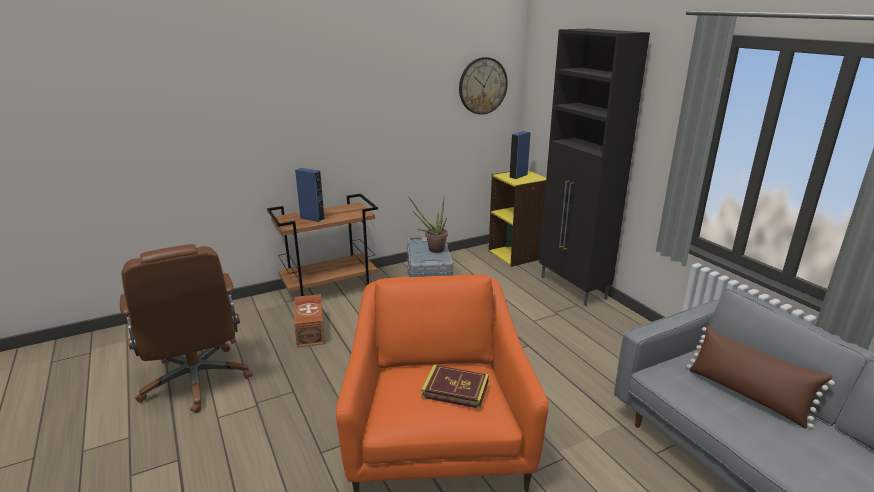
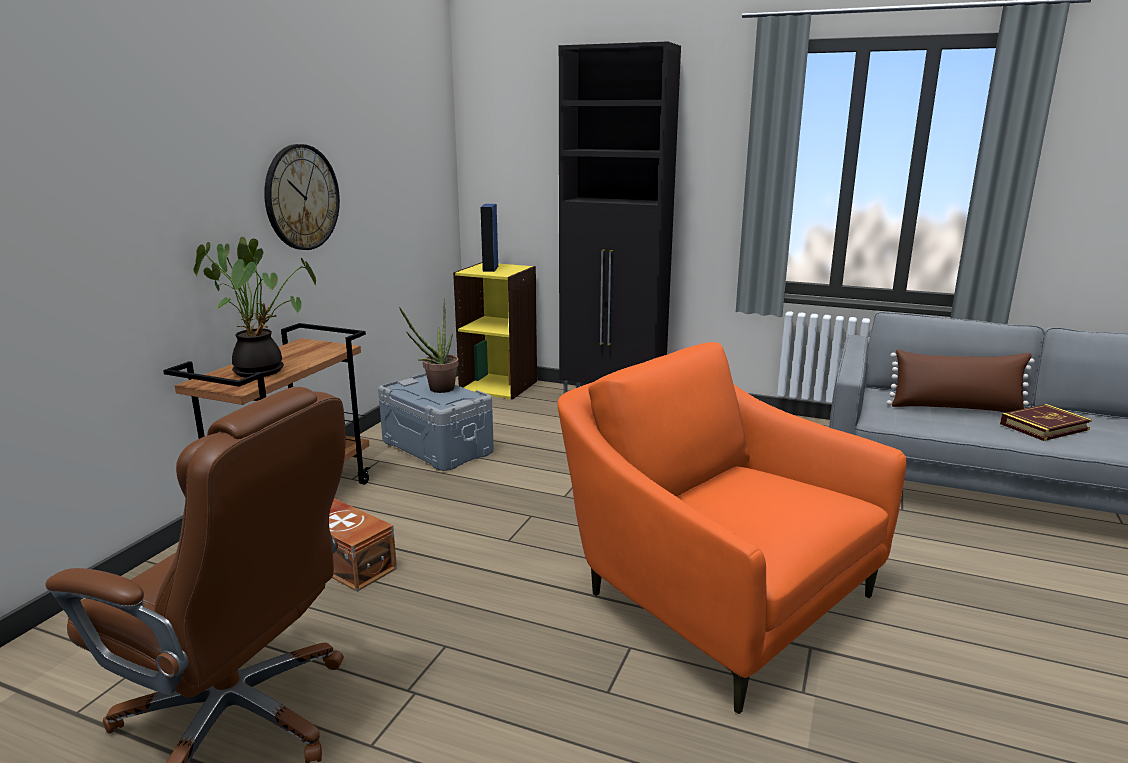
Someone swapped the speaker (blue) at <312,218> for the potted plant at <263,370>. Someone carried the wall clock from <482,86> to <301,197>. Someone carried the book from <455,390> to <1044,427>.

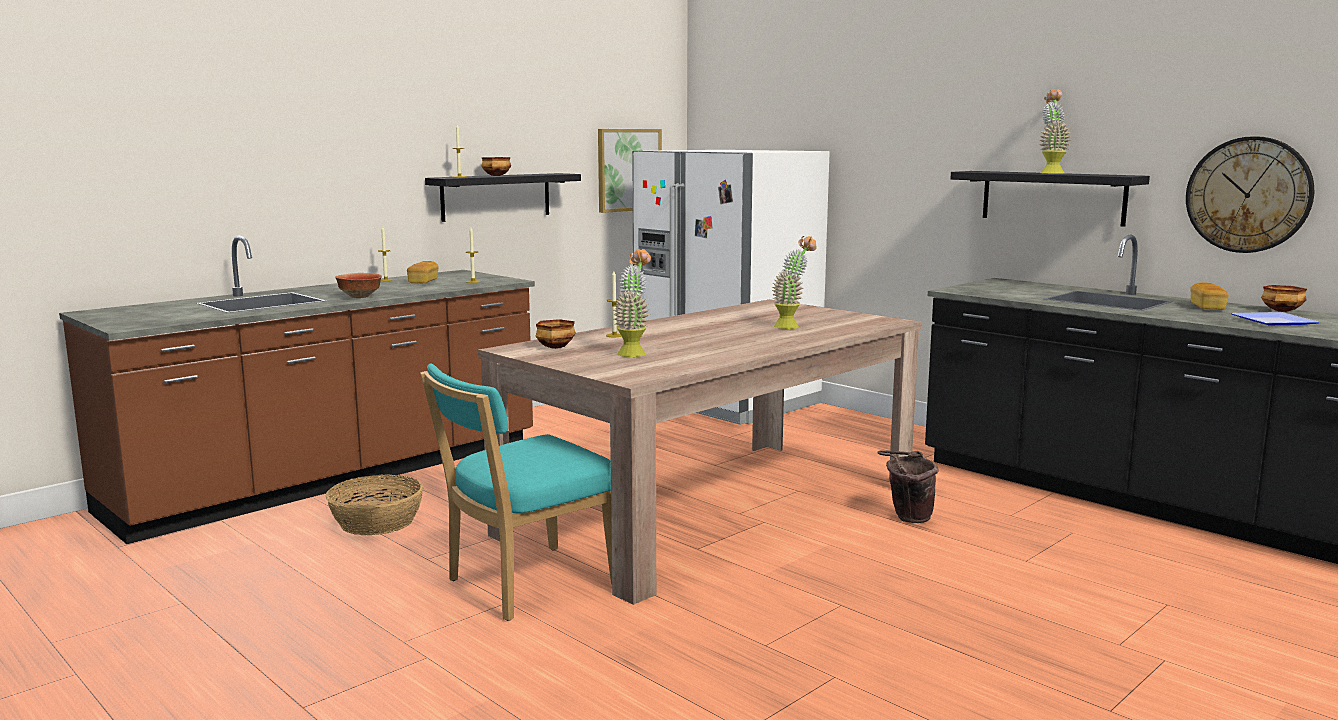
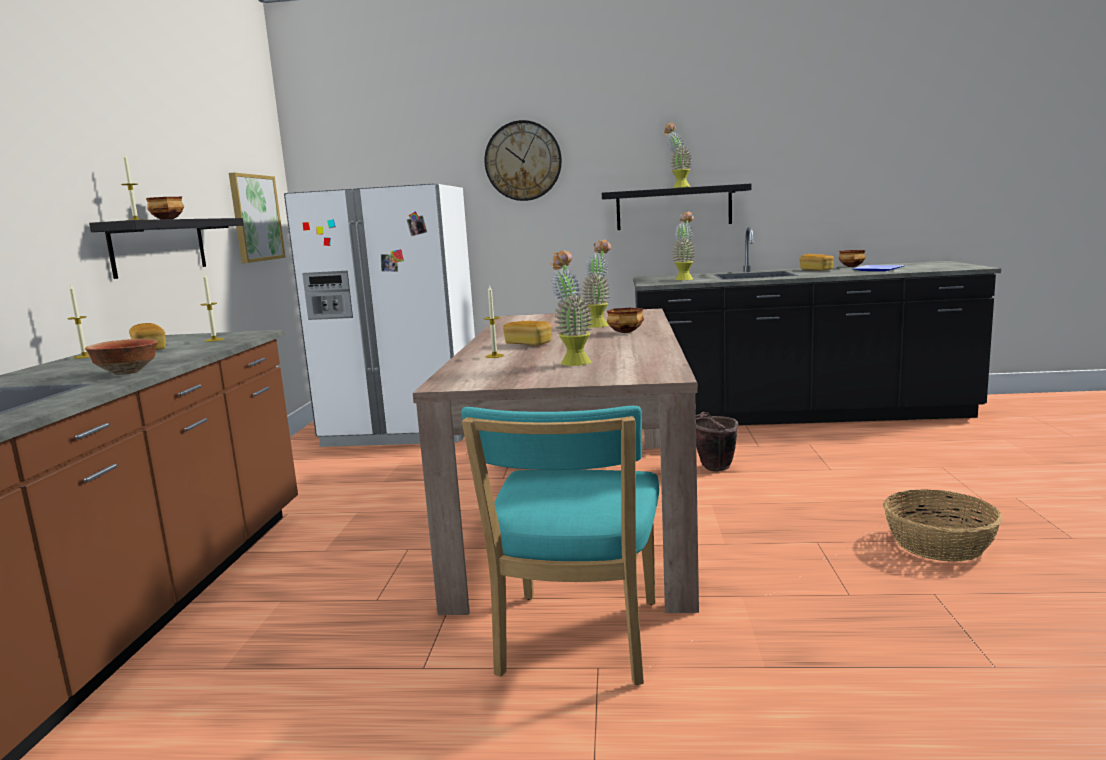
Someone carried the wall clock from <1248,195> to <523,161>. Someone put down the bread at <528,344>. Someone carried the bowl from <555,347> to <626,332>. Someone put down the potted plant at <685,279>. Someone carried the basket from <376,522> to <939,544>.

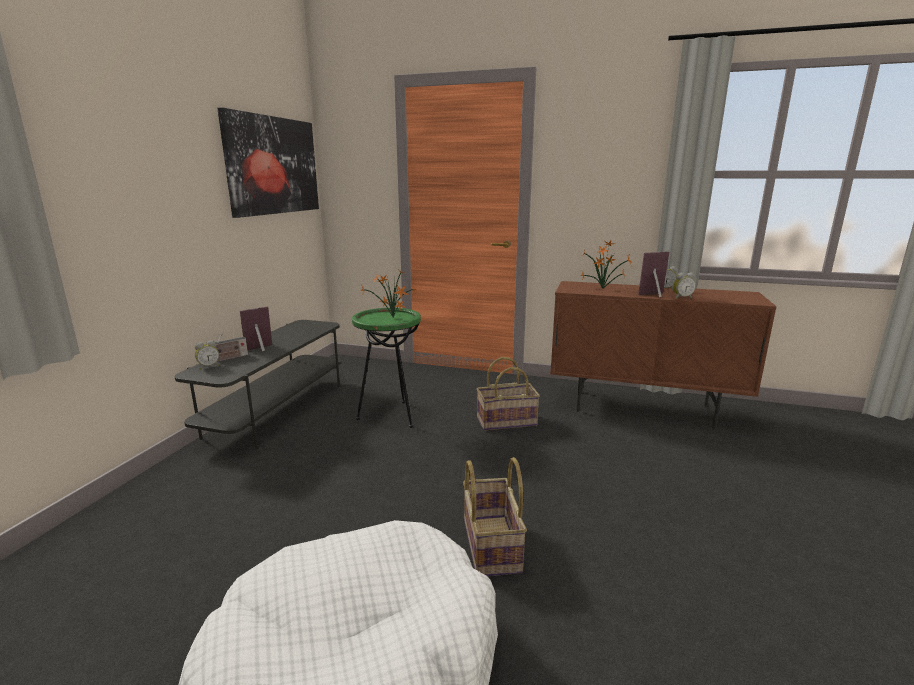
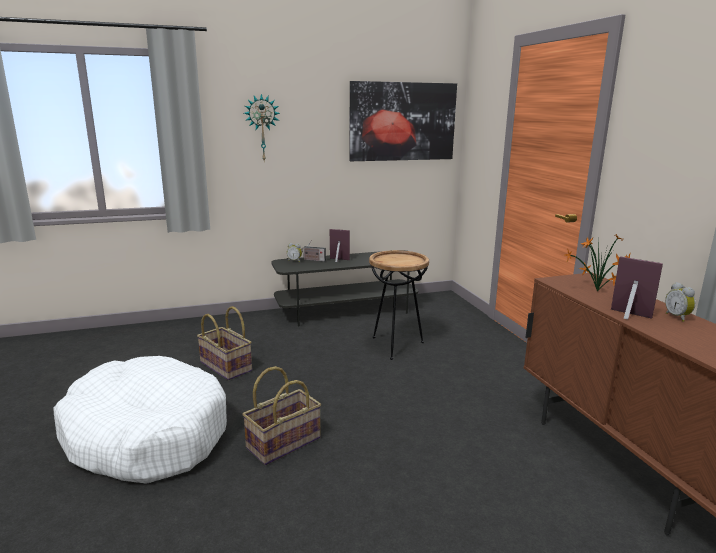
Someone carried the basket from <506,421> to <227,366>. Someone put up the wall clock at <262,128>. Someone repainted the side table (green) at <390,416>, which became the side table (brown) at <395,346>. Someone took away the potted plant at <393,318>. Someone took away the alarm clock at <681,298>.

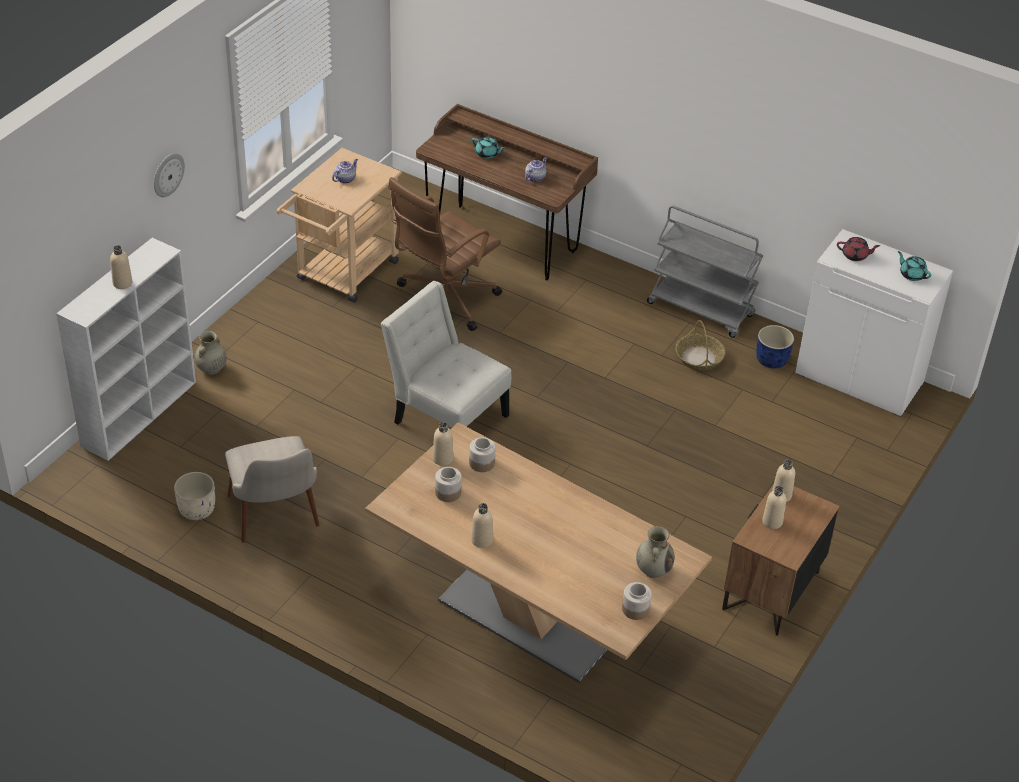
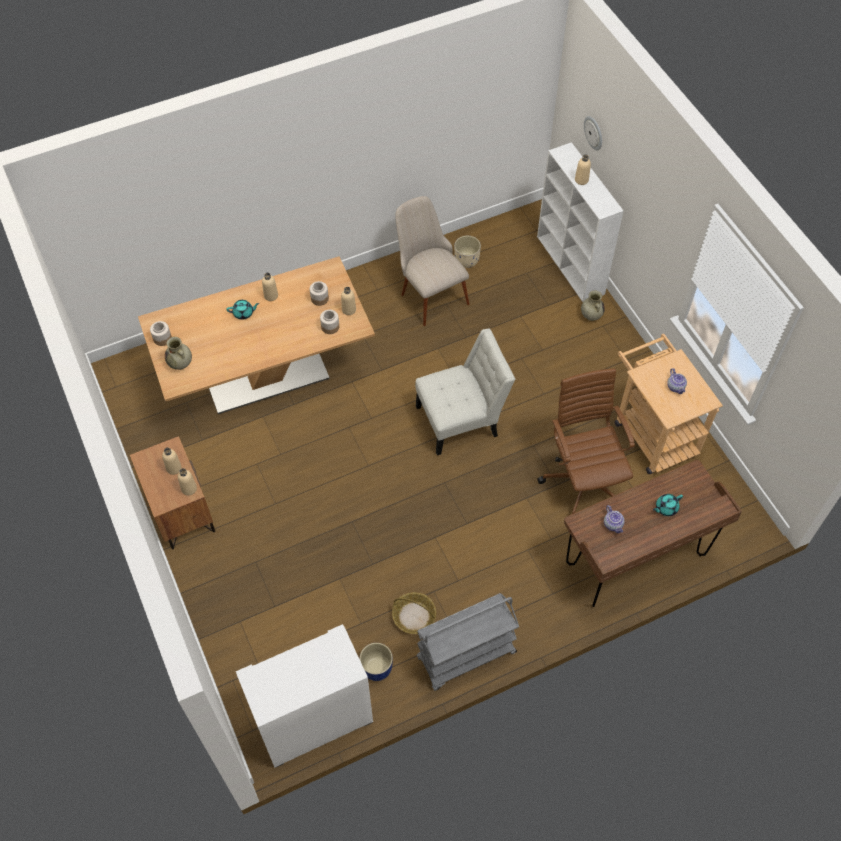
Someone carried the teapot (turquoise) from <912,274> to <244,313>. Someone rotated the chair (beige) at <277,522> by 45 degrees clockwise. Someone carried the wall clock from <167,174> to <594,132>. Someone took away the teapot (red) at <855,255>.

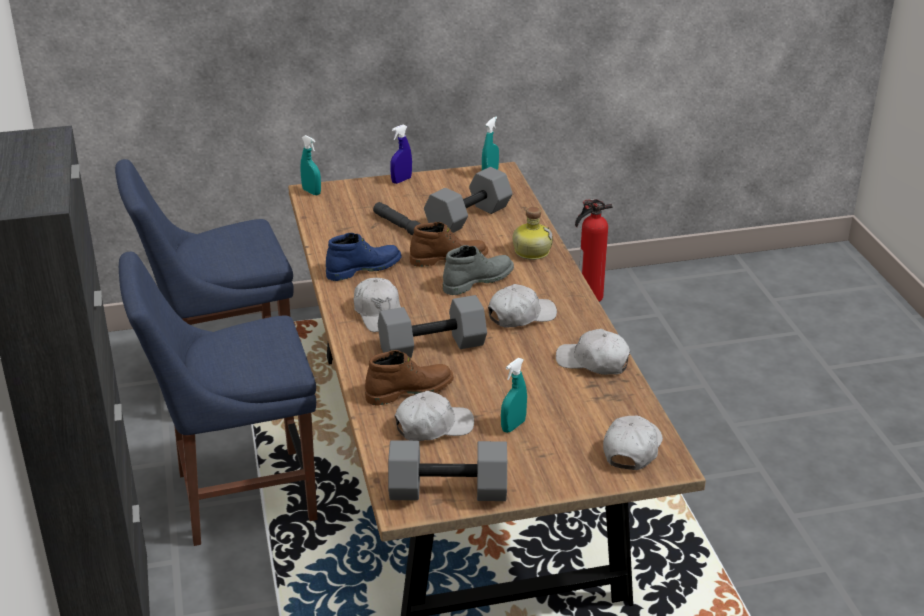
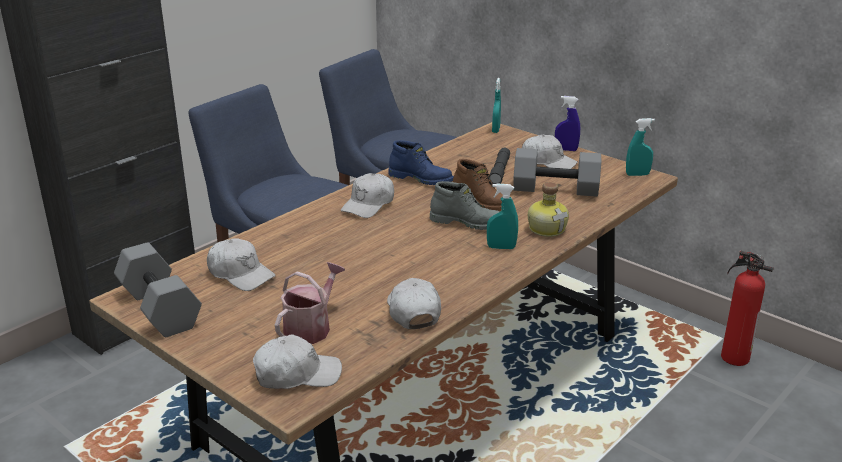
Someone put down the watering can at <311,327>. Someone carried the spray bottle (turquoise) from <513,426> to <501,247>. Someone carried the cap (white) from <521,316> to <548,162>. Someone took away the boot (brown) at <409,390>. Someone took away the dumbbell (grey) at <431,348>.

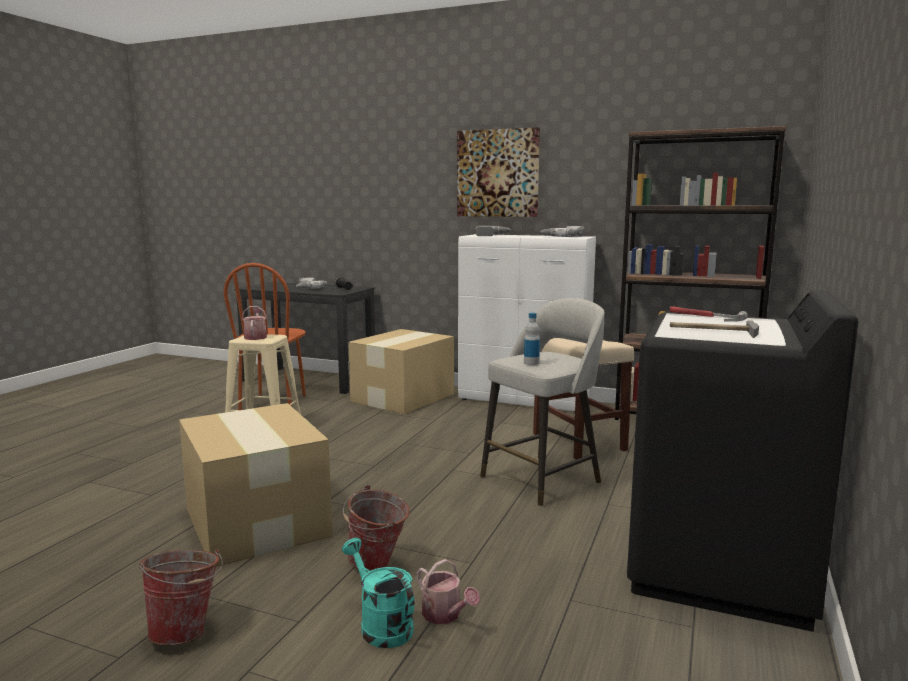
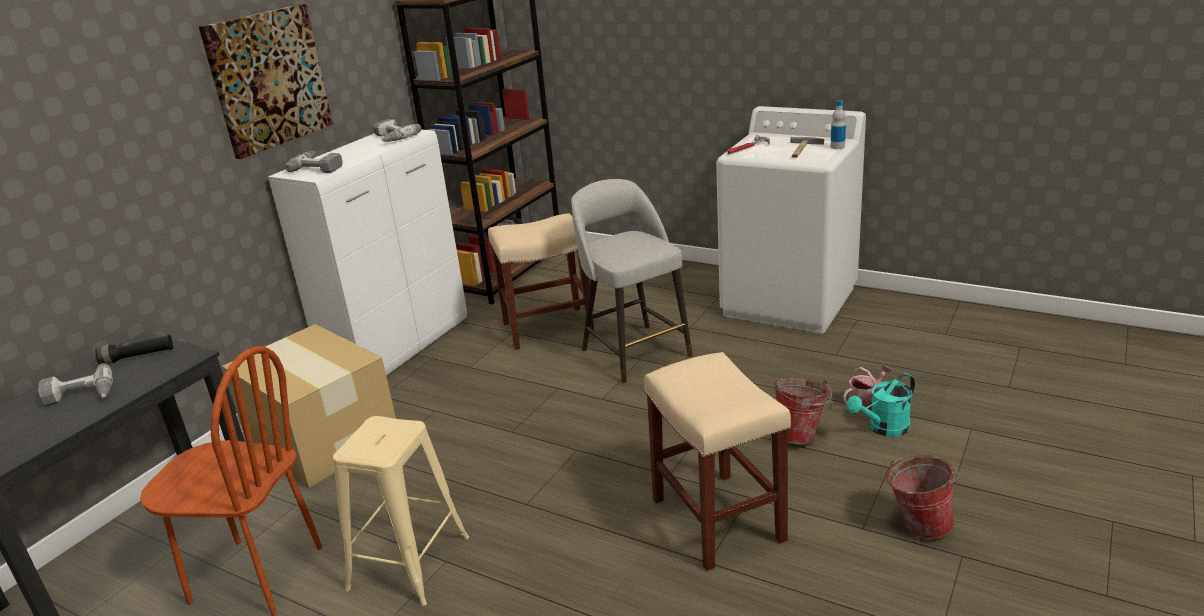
Someone swapped the cardboard box at <257,521> for the stool (beige) at <715,518>. Someone repainted the washing machine (black) at <720,569>, which became the washing machine (white) at <790,302>. Someone carried the bottle from <531,363> to <837,147>. Someone took away the watering can at <256,337>.

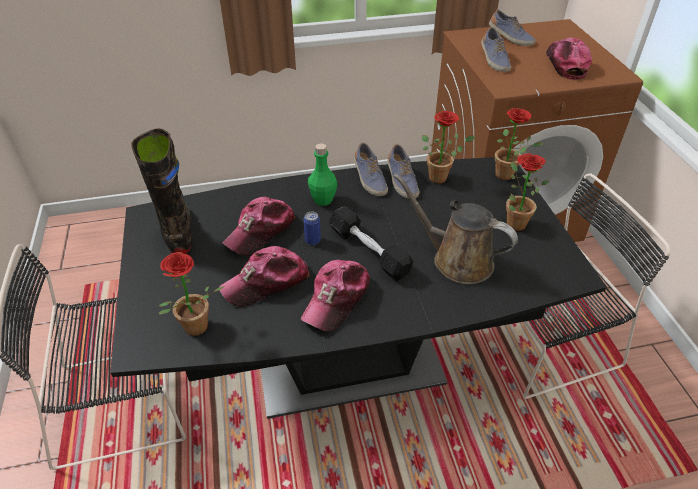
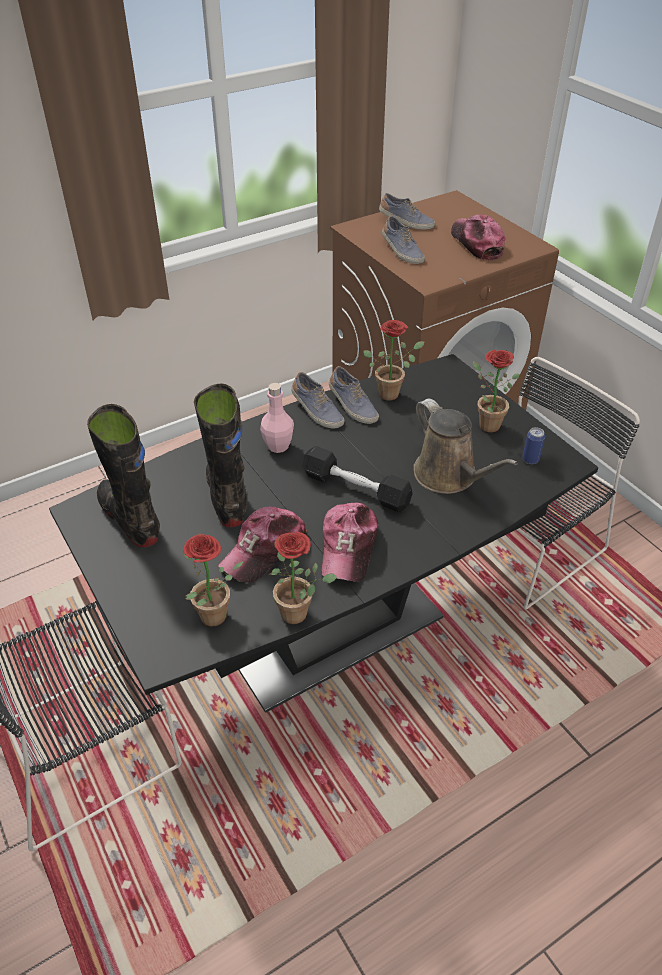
Someone swapped the cap at <261,231> for the boot (black) at <227,497>. Someone repainted the bottle (green) at <323,200>, which became the bottle (pink) at <278,446>. Someone carried the potted plant from <508,175> to <300,613>. Someone rotated the watering can (brown) at <457,260> by 135 degrees counterclockwise. Someone carried the can from <312,240> to <530,459>.

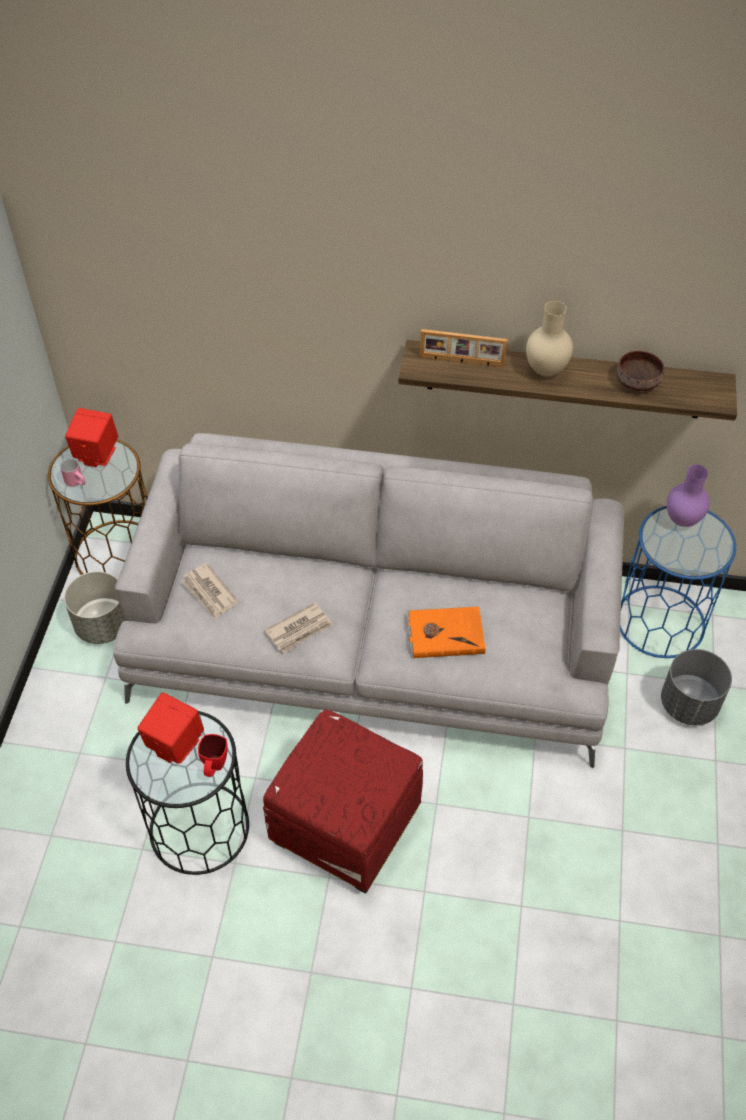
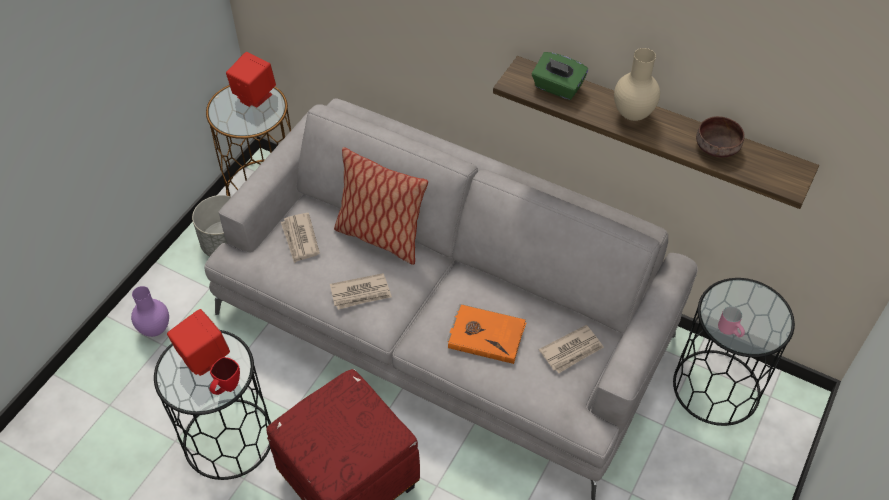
Someone carried the vase (purple) from <683,520> to <156,329>. Someone put down the pillow at <380,237>. Someone swapped the picture frame at <461,362> for the tissue box (green) at <557,87>. Someone put down the newspaper at <572,351>. Someone repainted the side table (blue) at <660,621>, which became the side table (black) at <716,387>. Someone carried the mug (pink) from <78,482> to <731,330>. Someone took away the planter (grey) at <689,704>.

